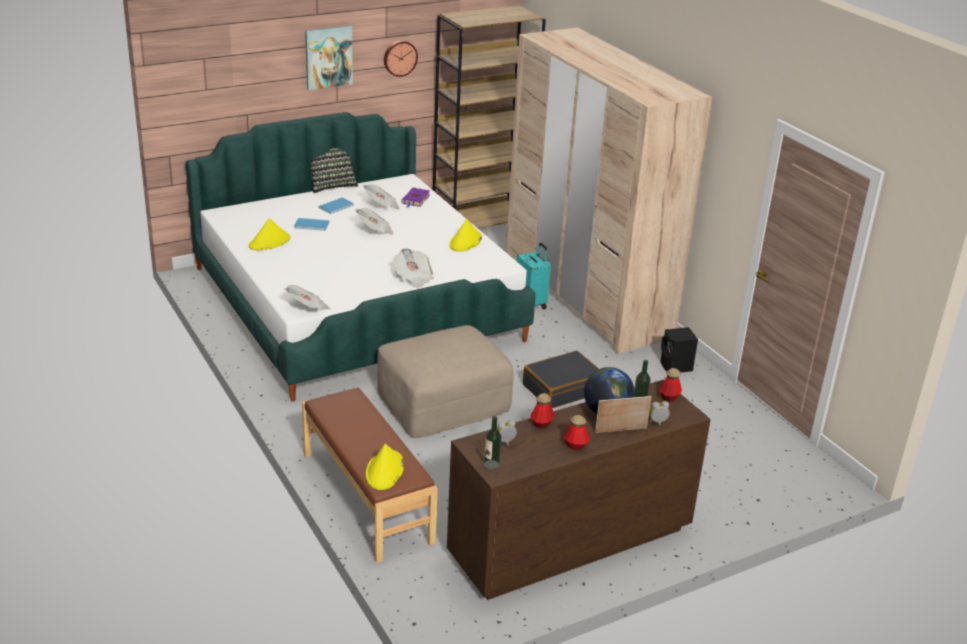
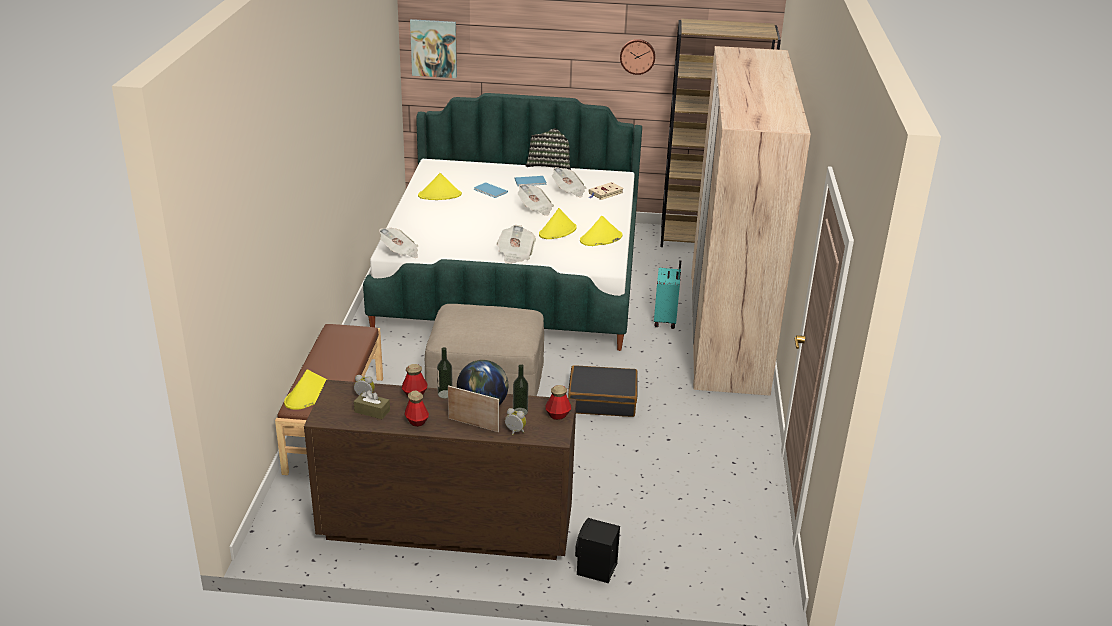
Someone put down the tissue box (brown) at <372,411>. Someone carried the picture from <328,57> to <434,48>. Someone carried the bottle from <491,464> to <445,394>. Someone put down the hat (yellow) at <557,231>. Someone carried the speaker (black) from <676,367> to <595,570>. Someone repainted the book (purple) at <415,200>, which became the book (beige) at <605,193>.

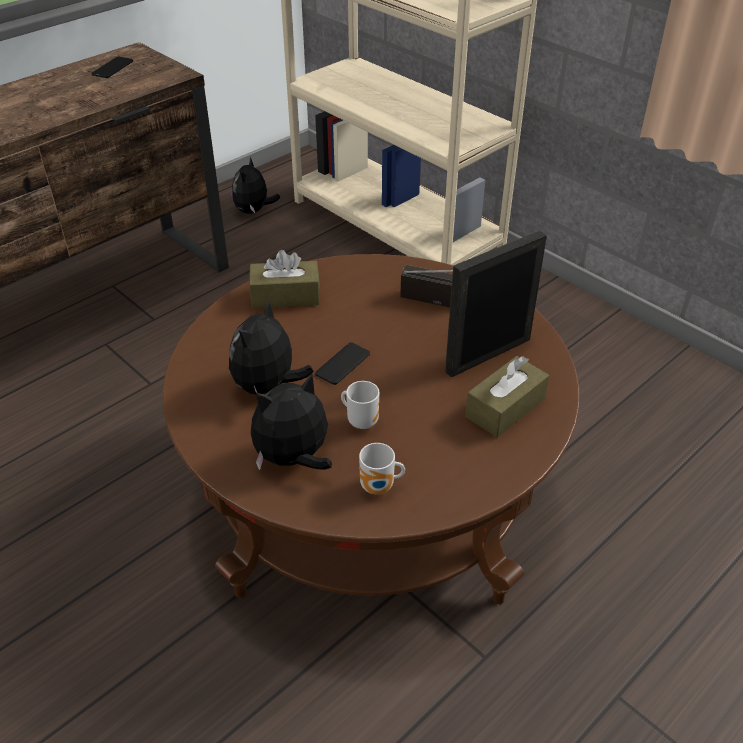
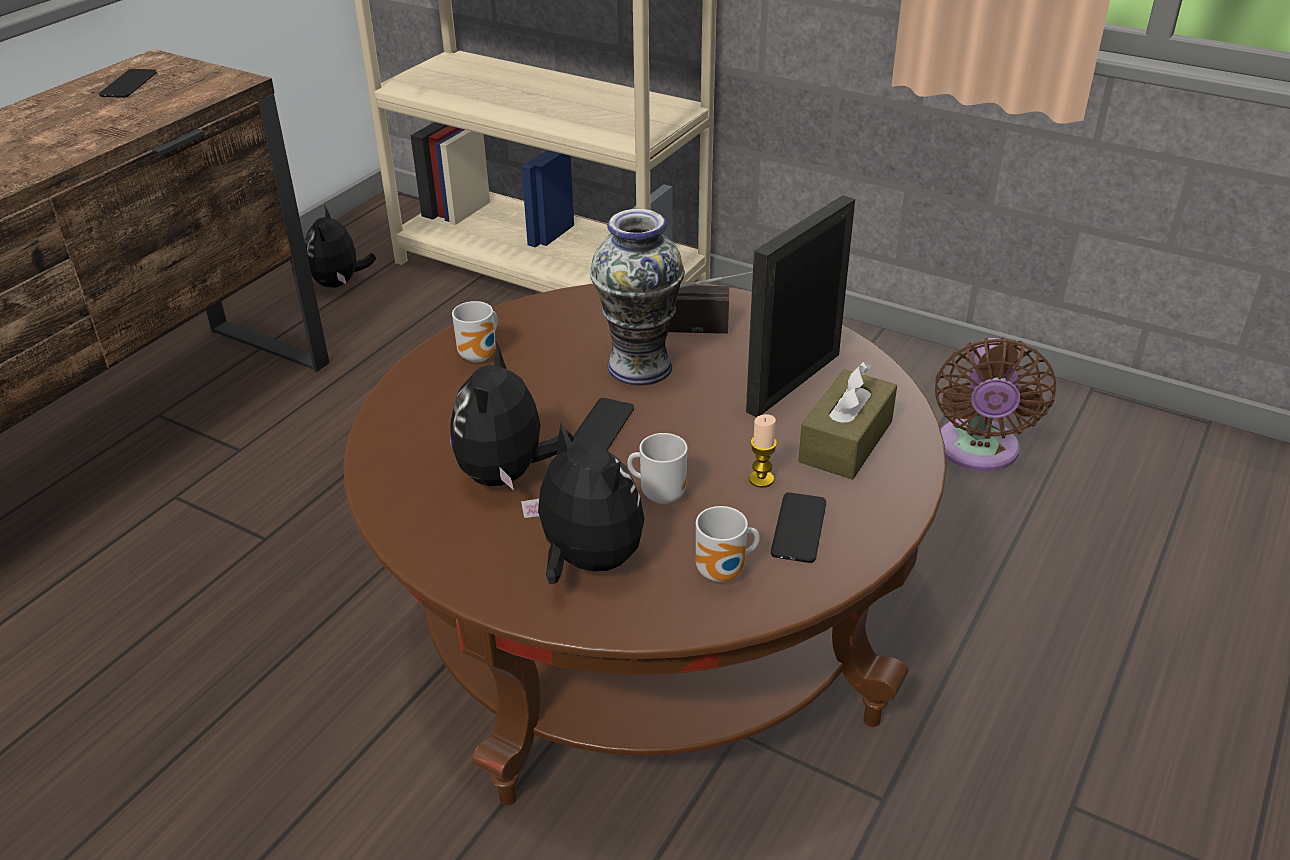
Someone swapped the tissue box (brown) at <285,296> for the mug at <481,356>. Someone rotated the plush toy at <294,459> by 90 degrees clockwise. Someone put down the vase at <640,366>. Someone put down the candle at <761,479>. Someone put down the phone at <799,528>. Someone put down the fan (brown) at <977,452>.

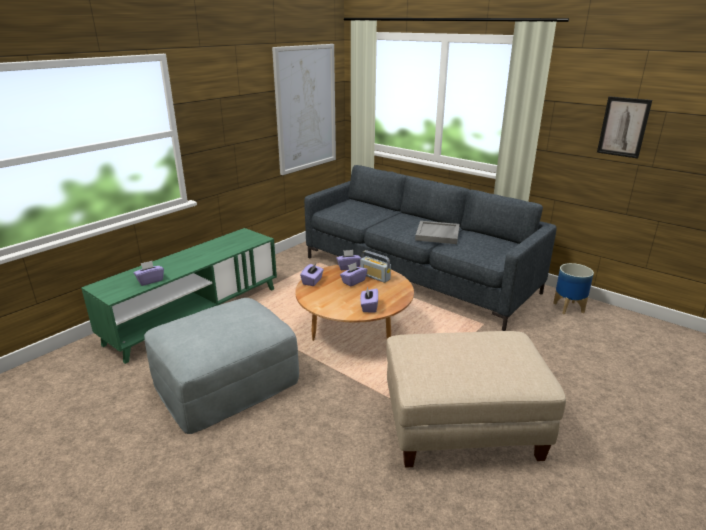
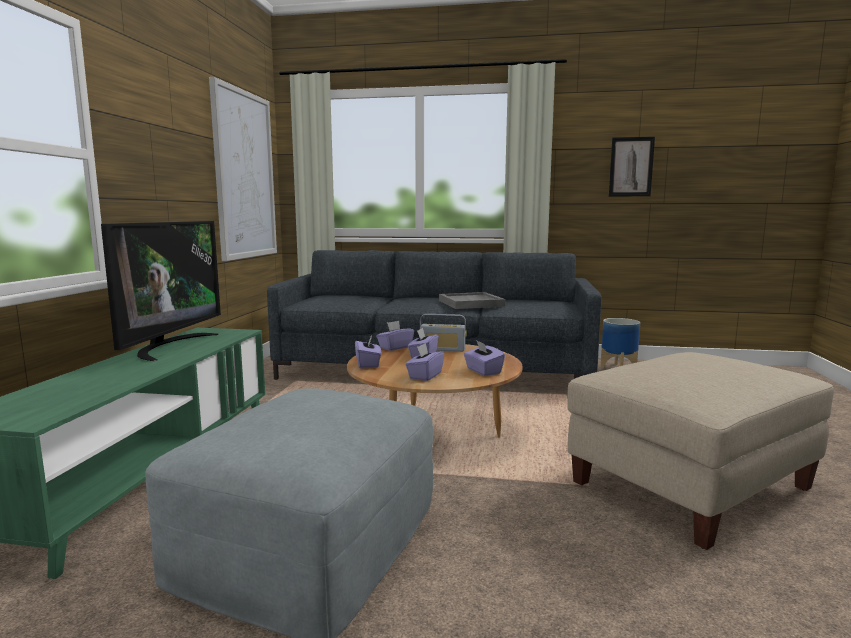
Someone put down the television at <170,346>. Someone carried the tissue box (purple) from <150,281> to <425,376>.

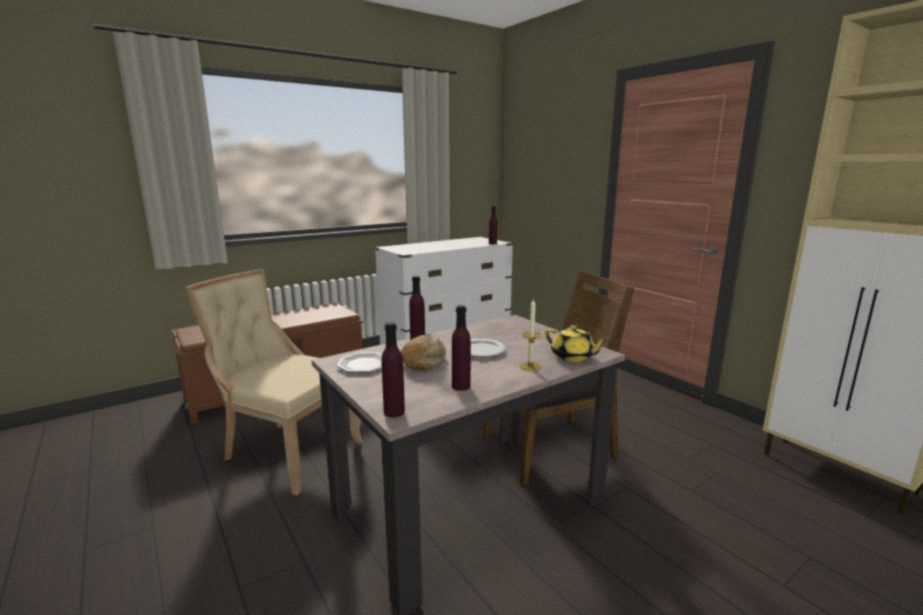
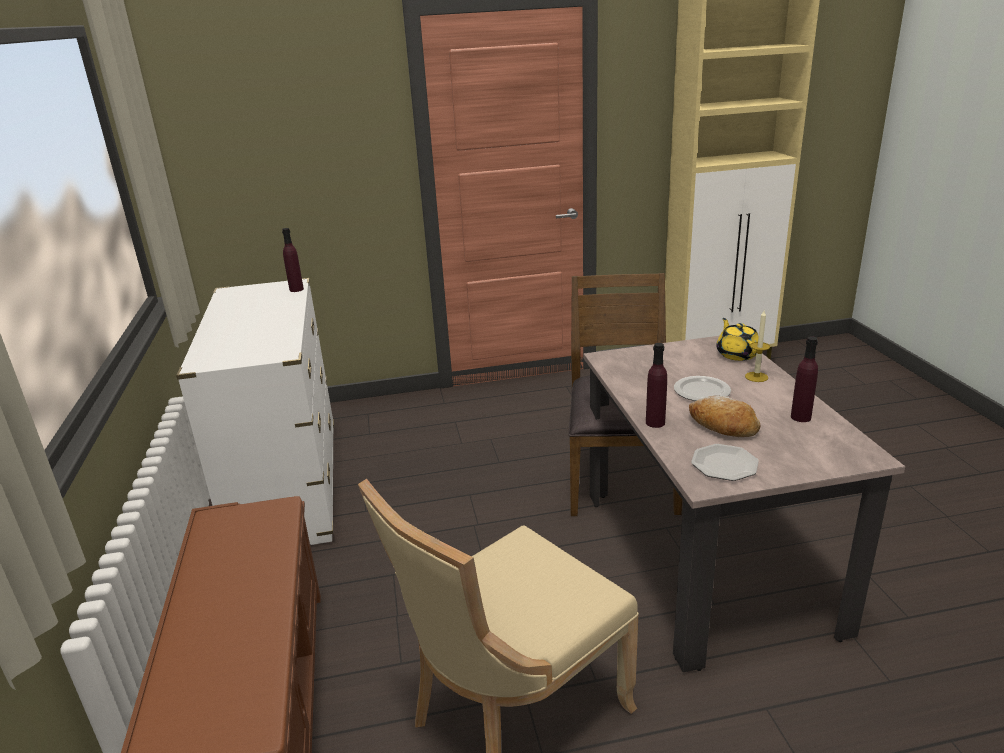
Someone rotated the teapot (yellow) at <573,357> by 75 degrees counterclockwise. Someone took away the bottle (purple) at <394,412>.

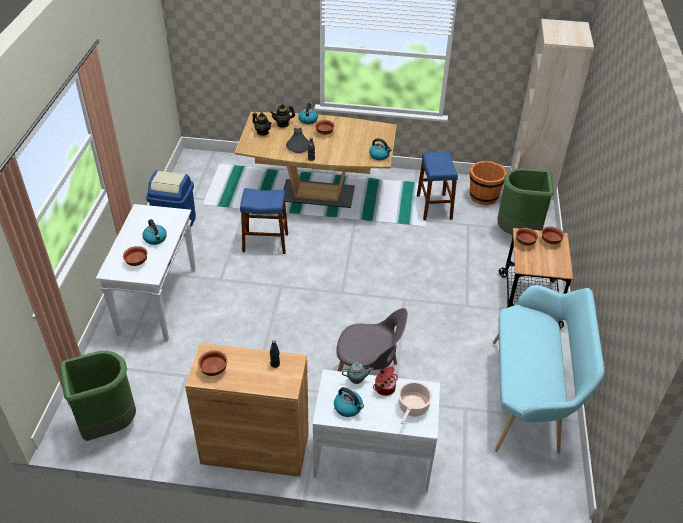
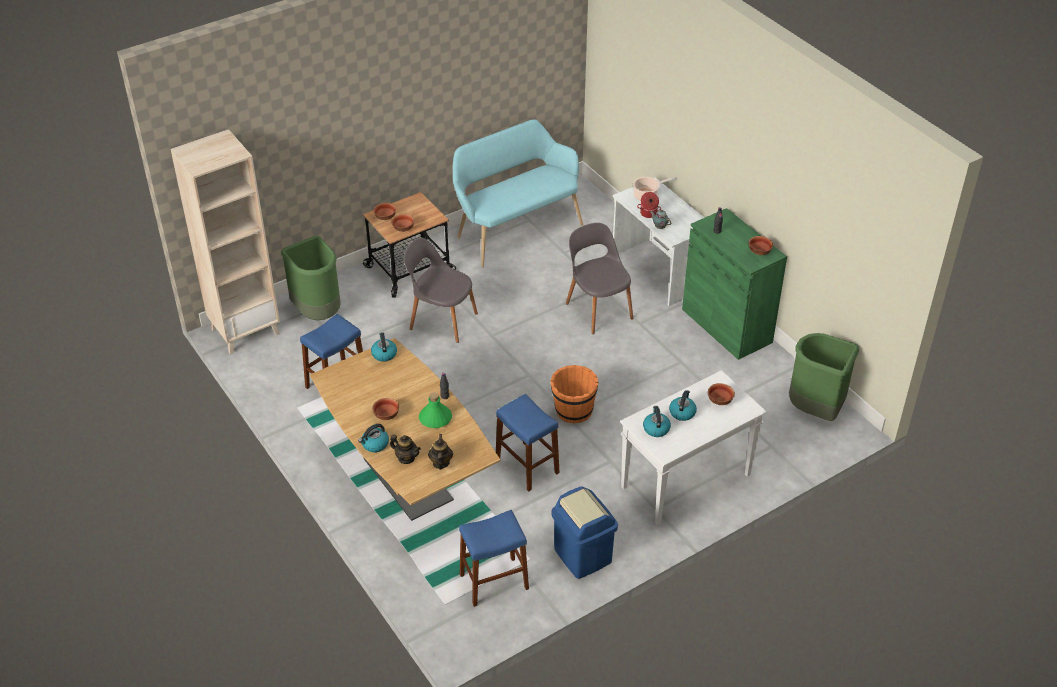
Someone put down the chair (grey) at <441,320>. Someone repainted the bottle (grey) at <298,147>, which became the bottle (green) at <435,418>. Someone put down the stool (blue) at <494,581>. Someone carried the bucket (orange) from <483,196> to <573,410>. Someone carried the kettle from <348,407> to <656,428>. Someone repainted the cabinet (brown) at <255,448>, which became the cabinet (green) at <726,326>.

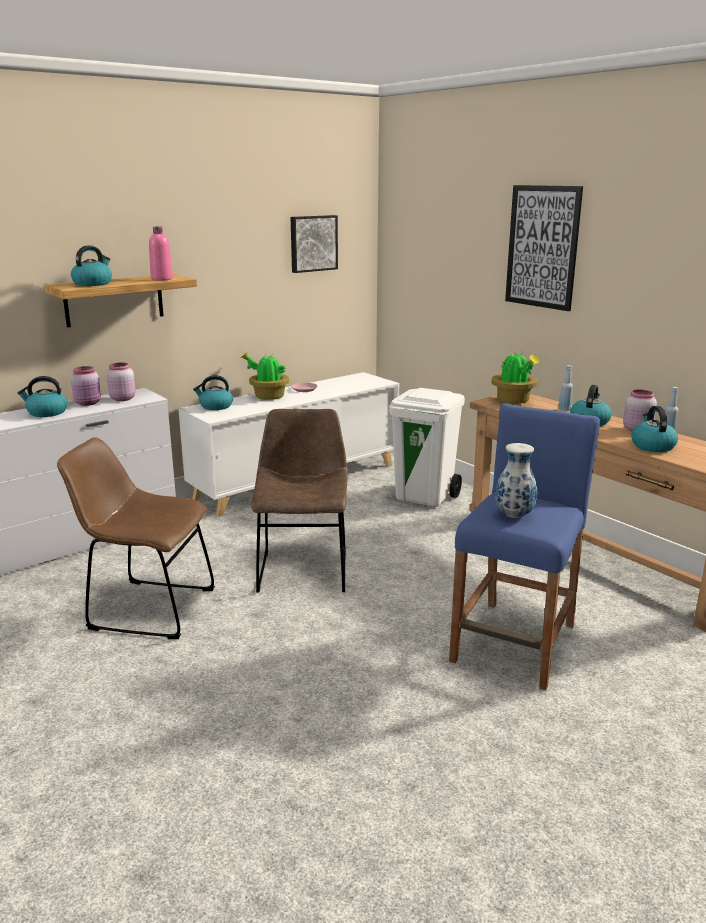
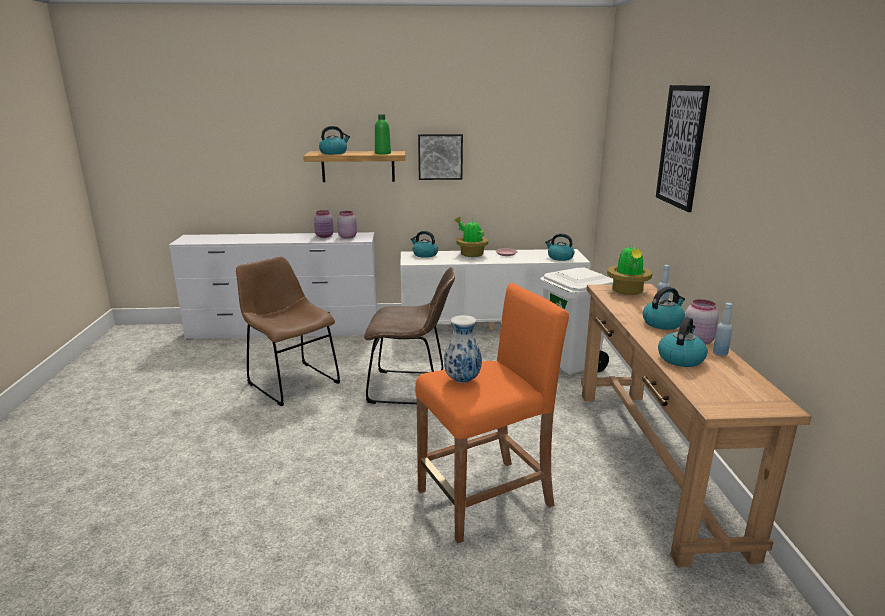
Someone rotated the chair (brown) at <303,568> by 60 degrees clockwise. Someone repainted the bottle (pink) at <162,279>, which became the bottle (green) at <382,153>. Someone repainted the stool (blue) at <515,643>, which became the stool (orange) at <485,498>. Someone carried the picture from <313,243> to <440,156>. Someone carried the kettle from <46,412> to <560,258>.

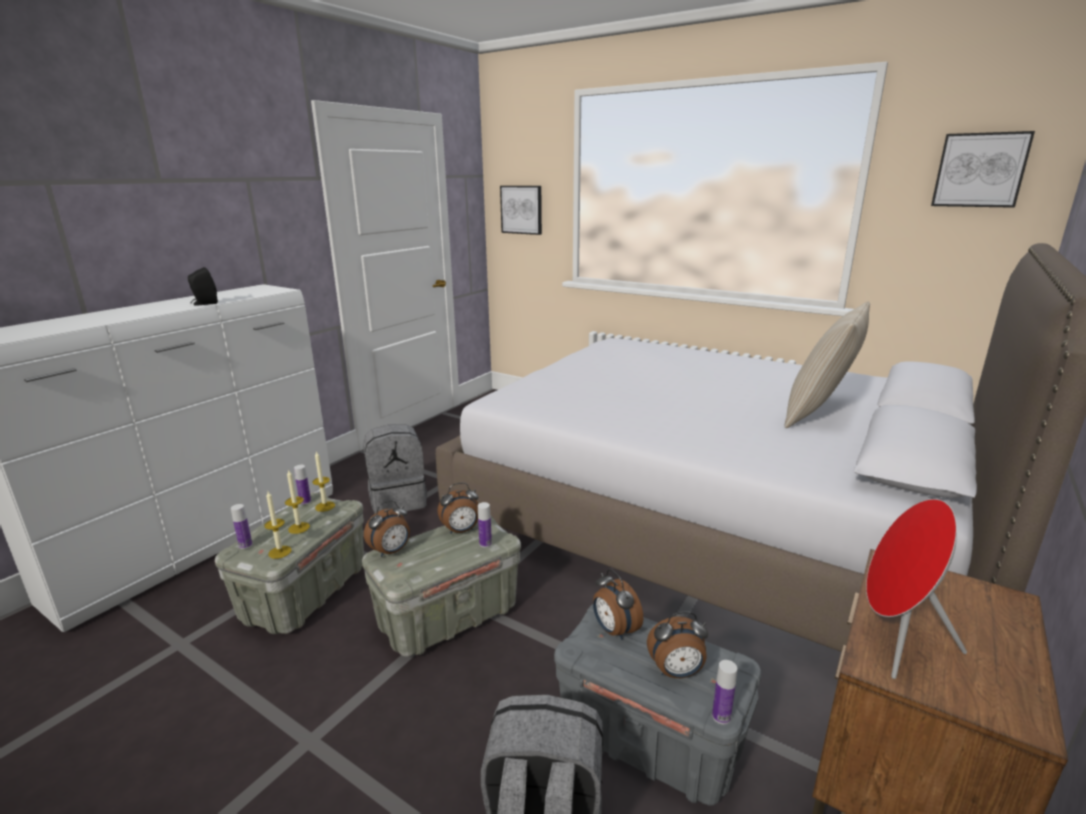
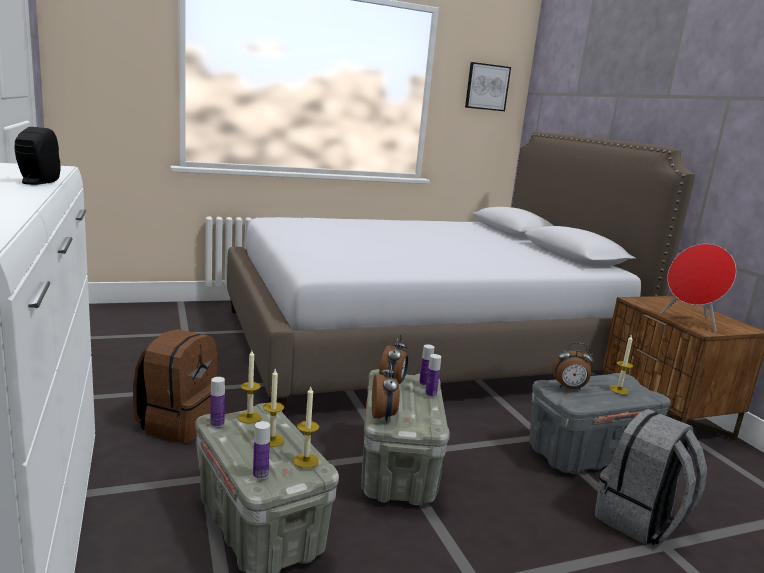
Someone repainted the backpack (grey) at <398,500>, which became the backpack (brown) at <178,423>. Someone carried the bottle from <721,716> to <430,394>. Someone swapped the alarm clock at <676,672> for the candle at <619,390>. Someone took away the picture at <521,209>. Someone took away the pillow (beige) at <819,413>.

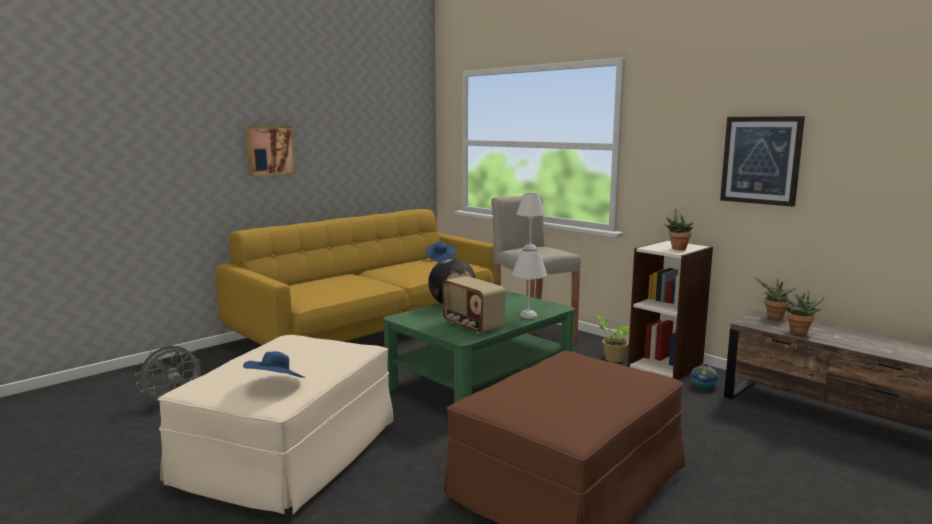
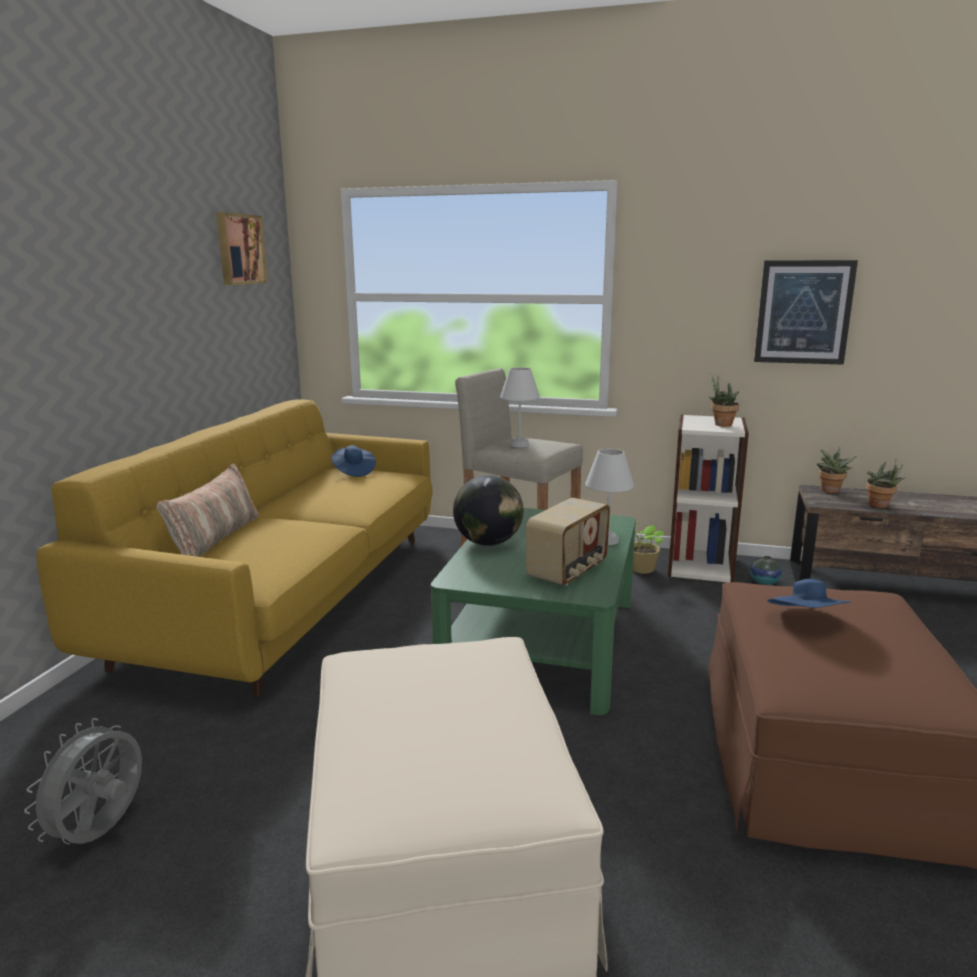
Someone put down the pillow at <215,539>. Someone carried the picture from <269,150> to <239,249>. Someone rotated the radio at <472,326> by 75 degrees counterclockwise. Someone carried the hat (blue) from <275,384> to <806,621>.

